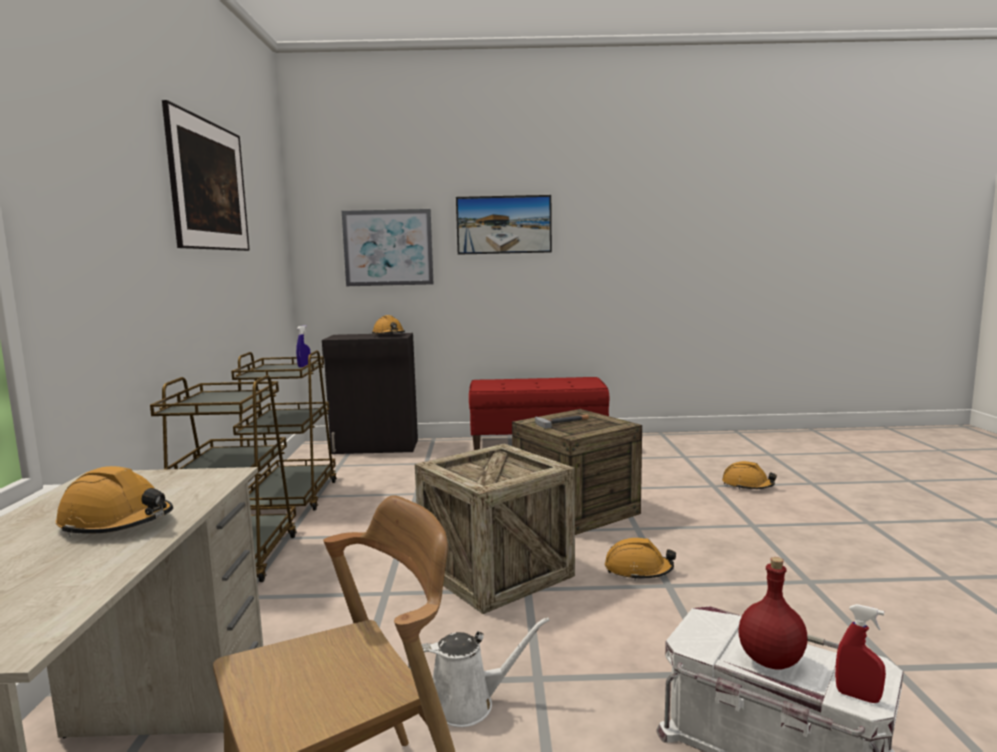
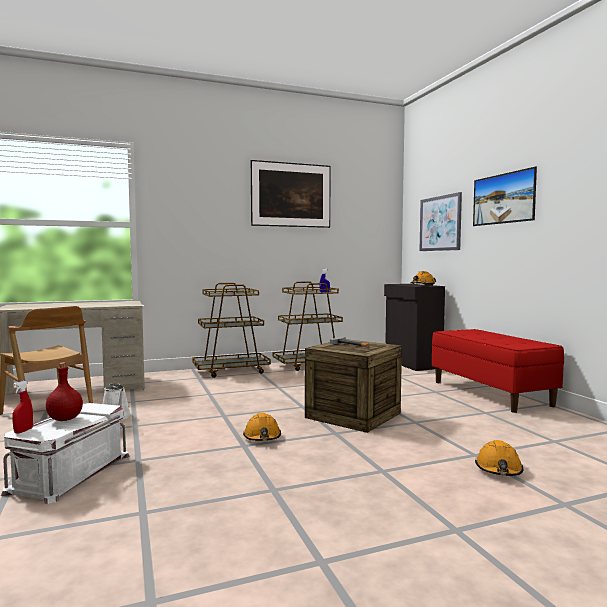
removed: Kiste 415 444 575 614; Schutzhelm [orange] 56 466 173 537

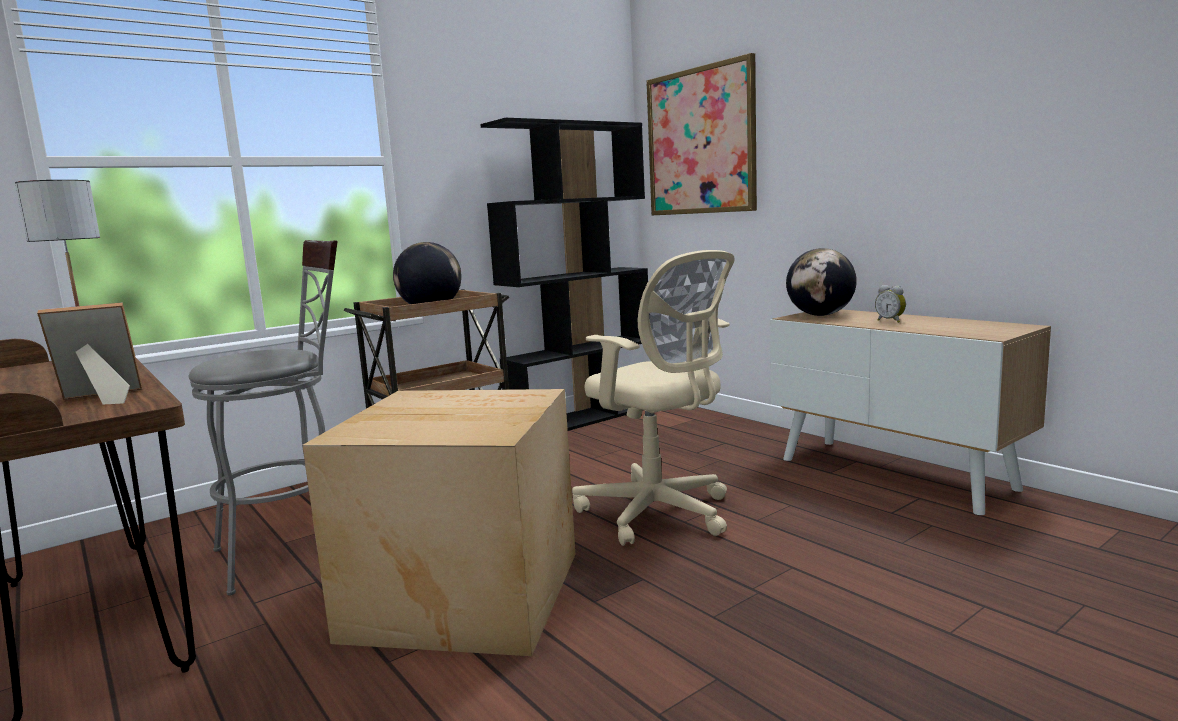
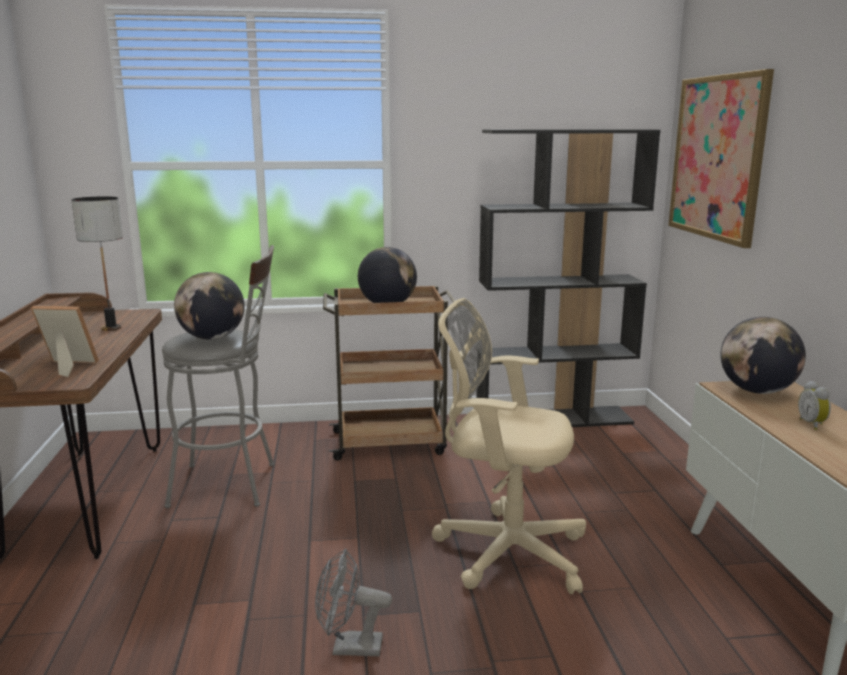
removed: Karton 302 389 575 656
added: Globus 174 272 245 340; Ventilator [grau] 315 548 392 656
turned: Bürostuhl [beige] 572 250 735 546 = 431 298 586 594 120 degrees clockwise

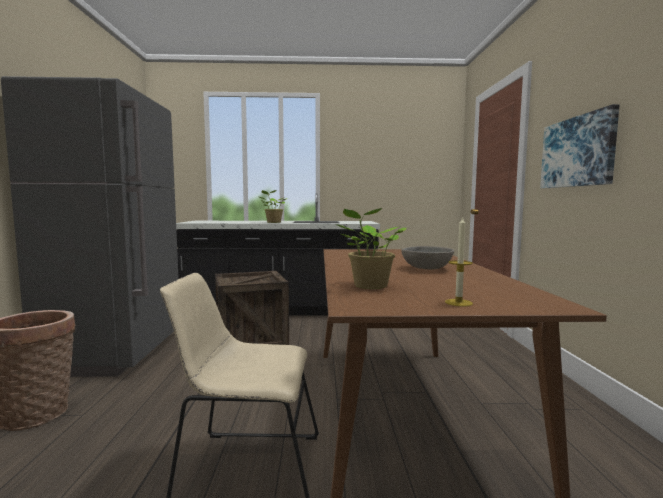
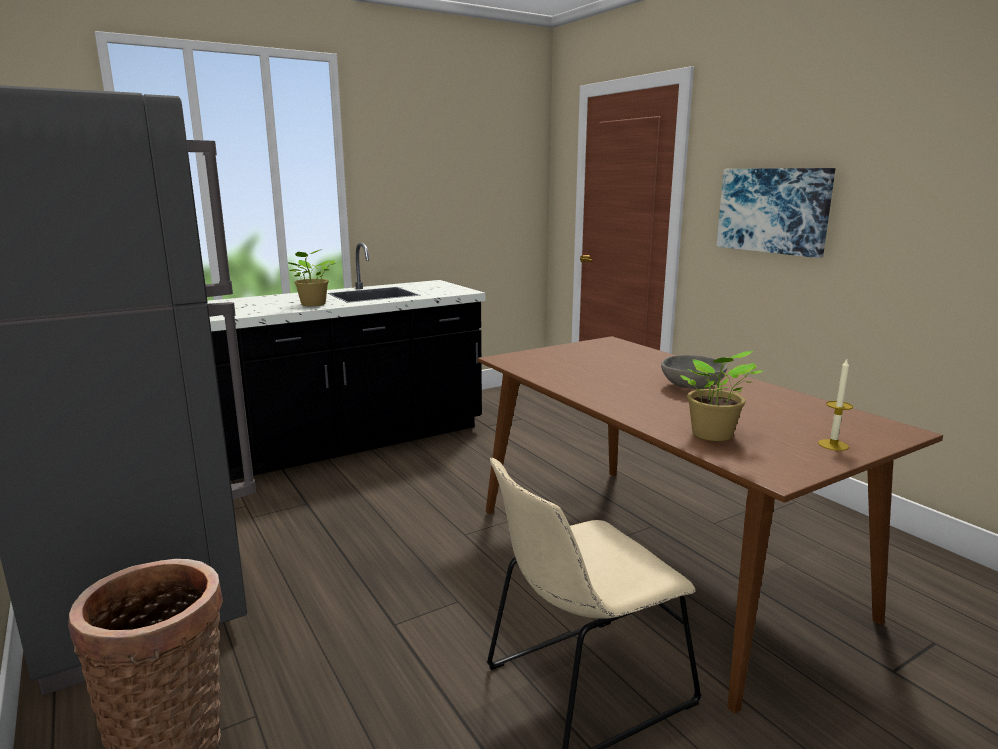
removed: Kiste 215 271 289 345

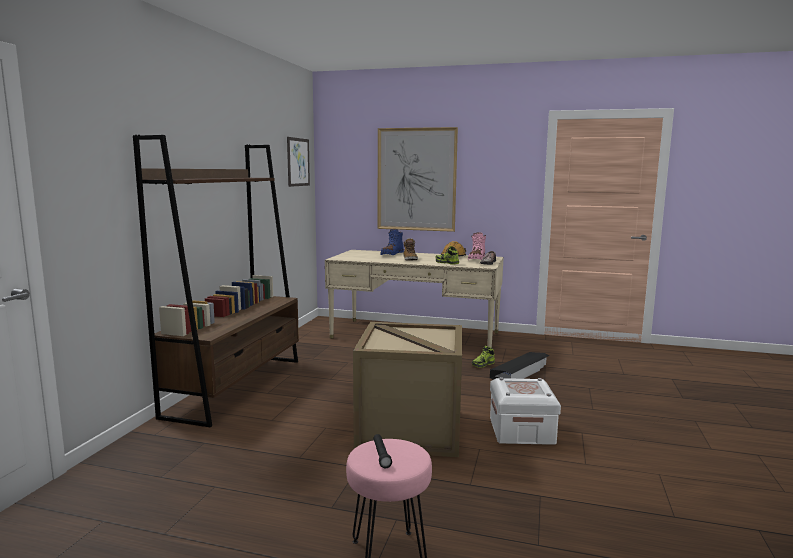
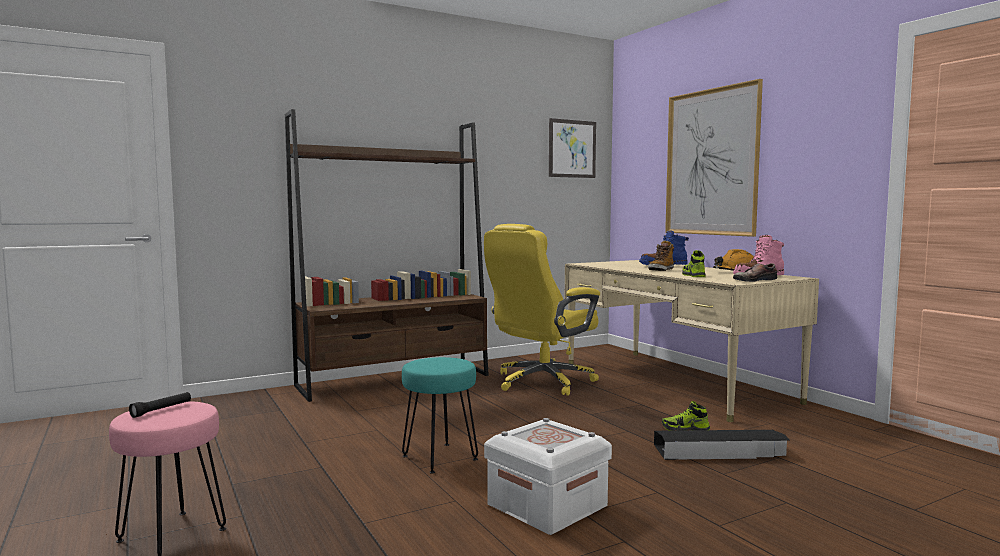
added: Bürostuhl [gelb] 484 224 600 396
replaced: Kiste 353 322 462 457 to Hocker [türkis] 402 357 478 474

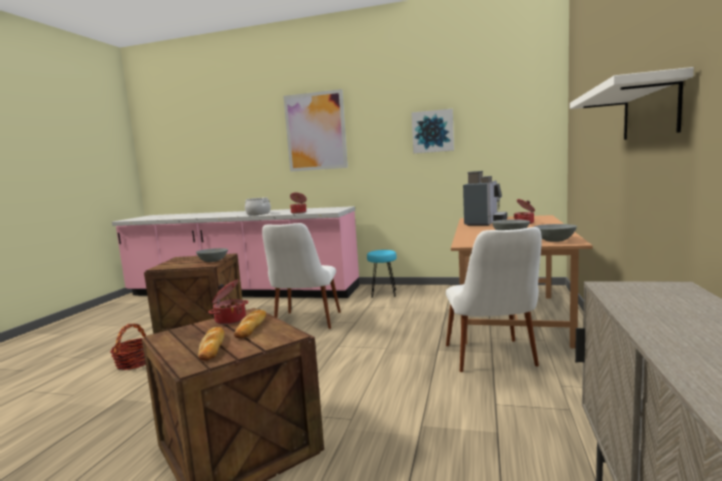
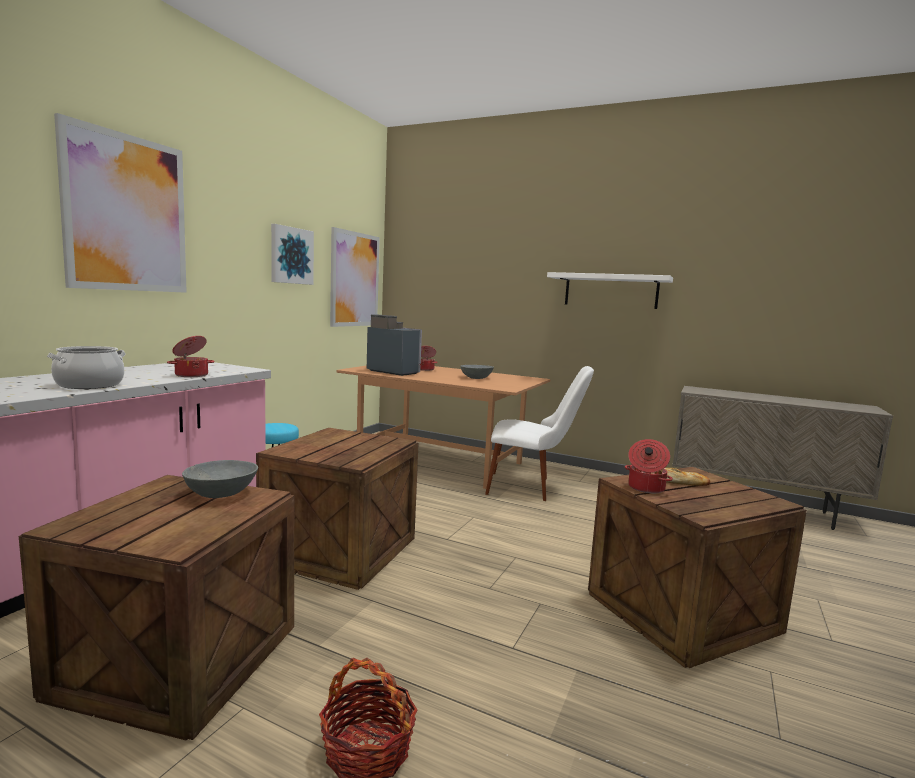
removed: Schüssel [grau] 534 224 577 242; Brot 198 327 224 361
added: Bild 330 227 380 327
replaced: Stuhl [weiß] 262 223 341 329 to Kiste 256 428 419 590

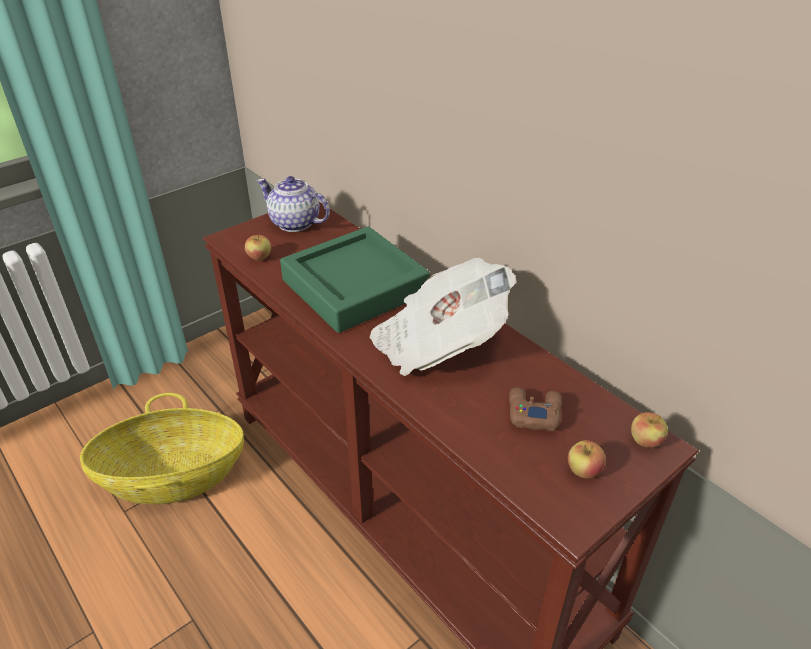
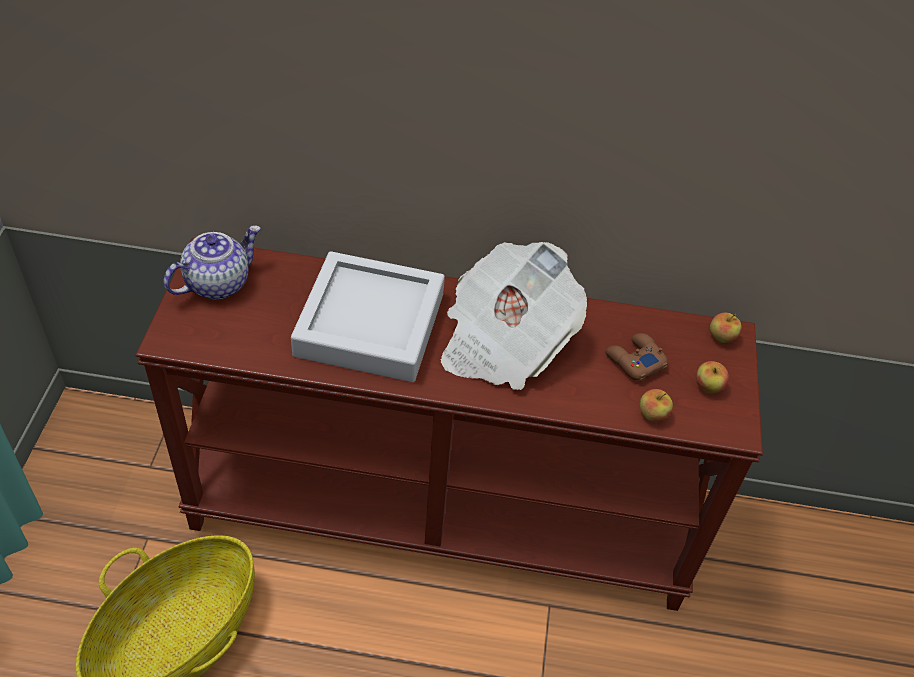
moved: Apfel 245 235 271 260 to 640 389 673 422
recoloured: Tablett [grün] 280 226 430 333 to Tablett [grau] 291 251 445 382
turned: Teekanne 256 176 330 232 = 164 225 261 299 150 degrees clockwise

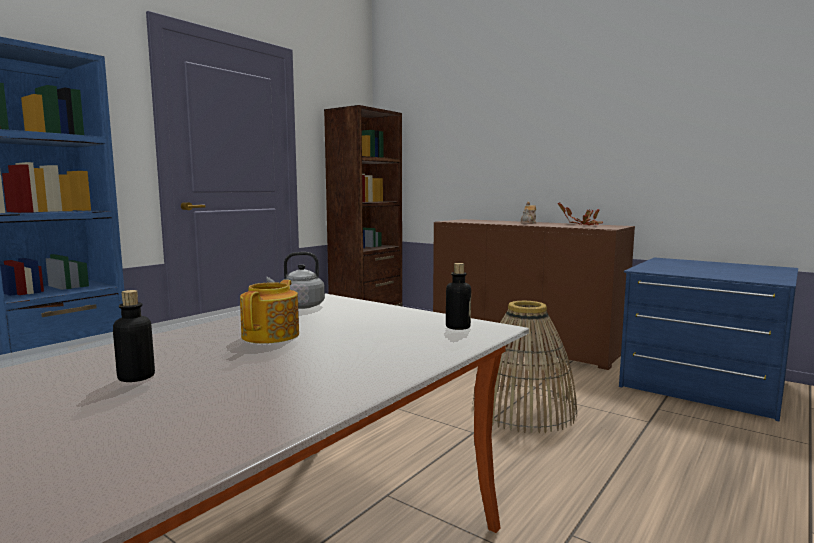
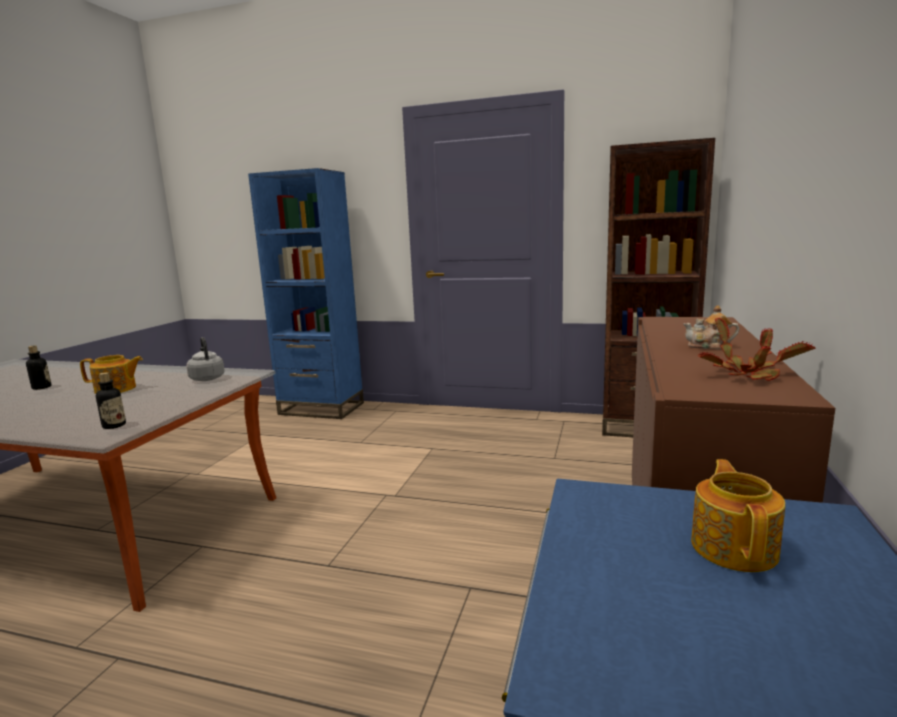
removed: Korb 472 301 577 433
added: Teekanne 691 459 785 572

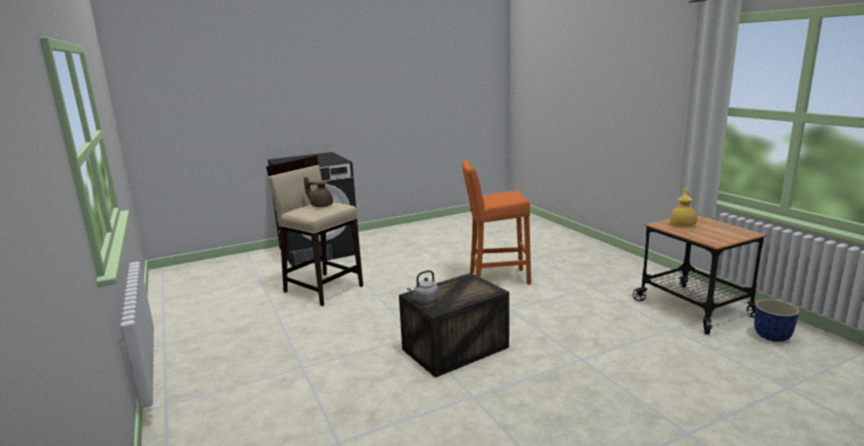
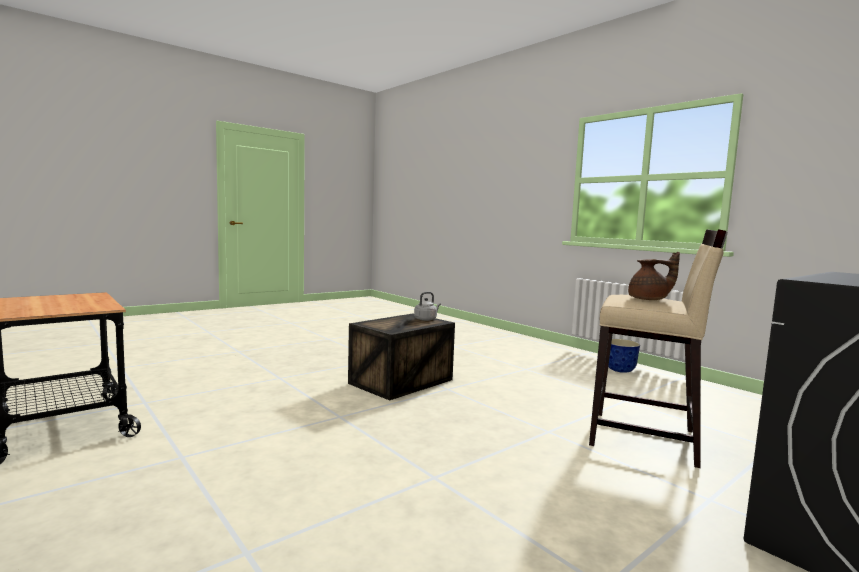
removed: Hocker [orange] 462 160 531 285; Teekanne [gelb] 670 188 697 226
moved: Pflanzkübel 754 299 799 342 to 608 339 640 373

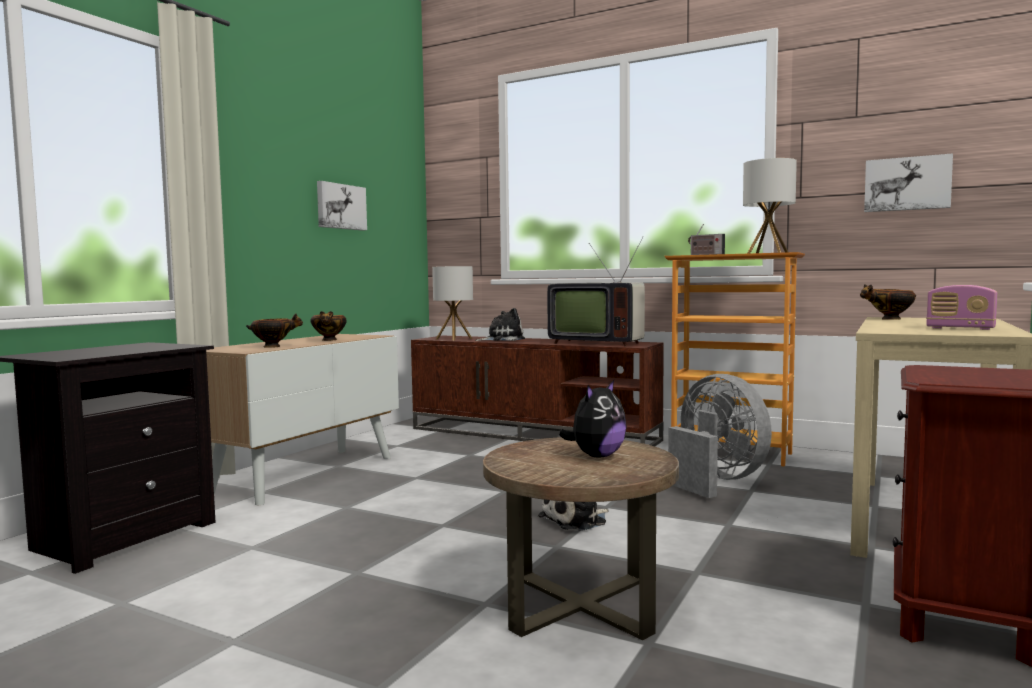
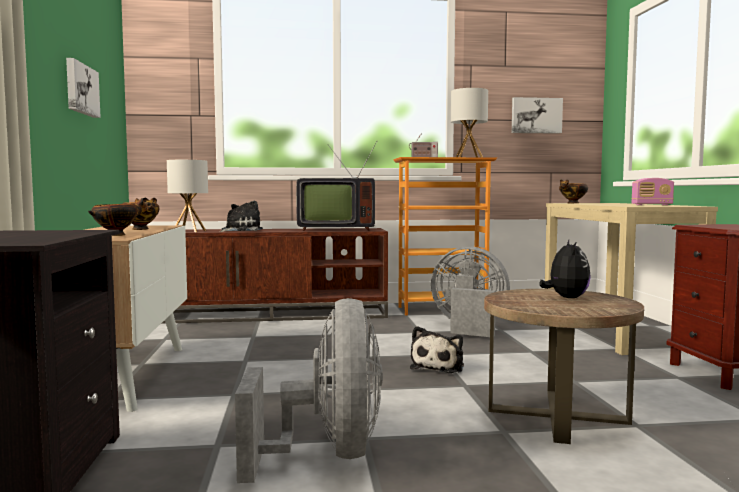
added: Ventilator [grau] 235 298 383 483

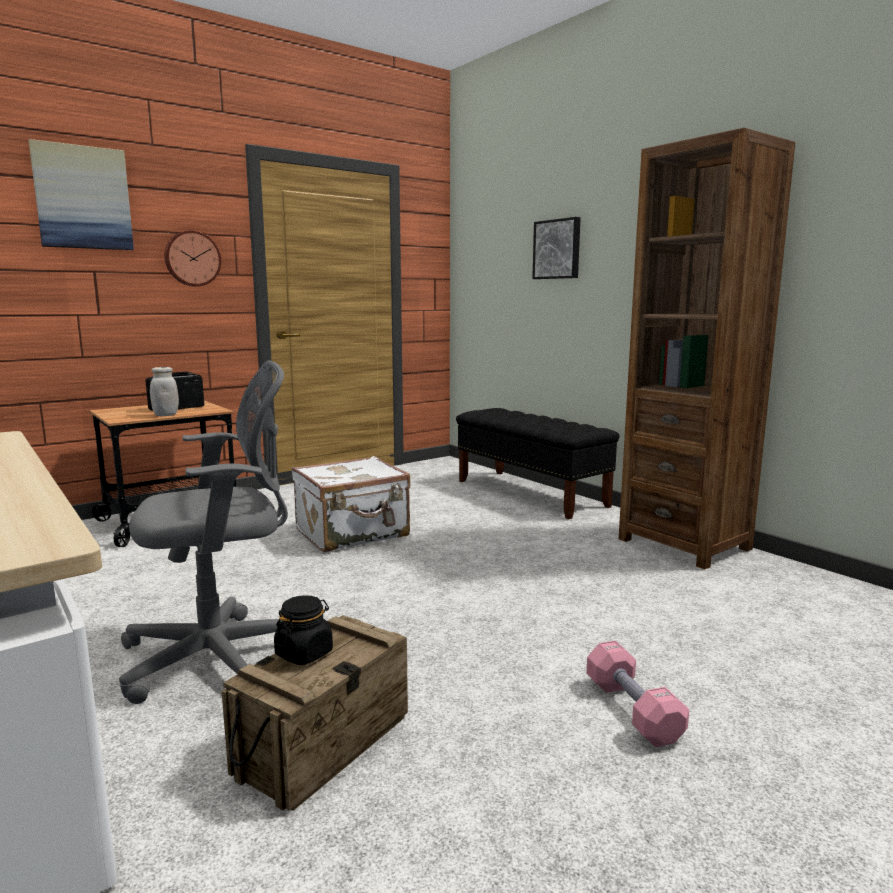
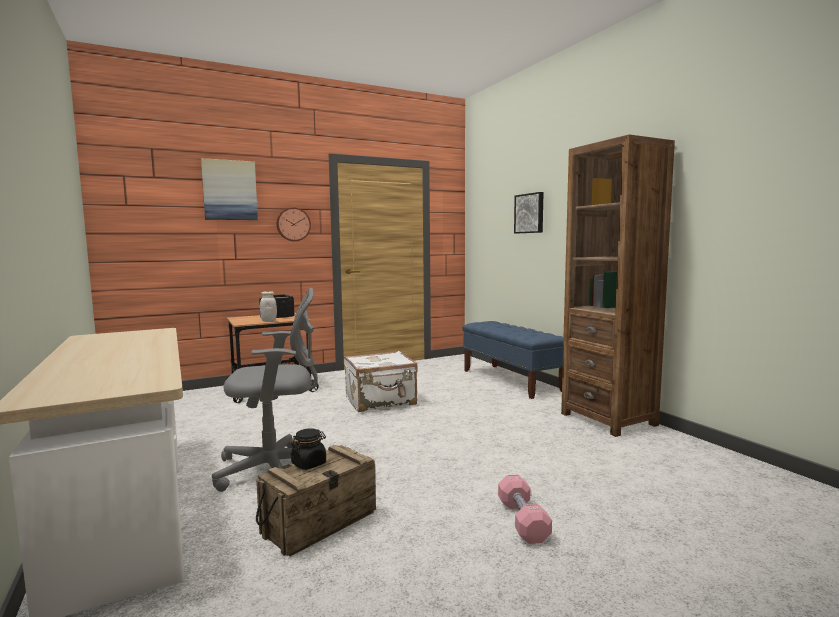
recoloured: Bank [schwarz] 456 408 619 519 to Bank [blau] 462 321 563 399

